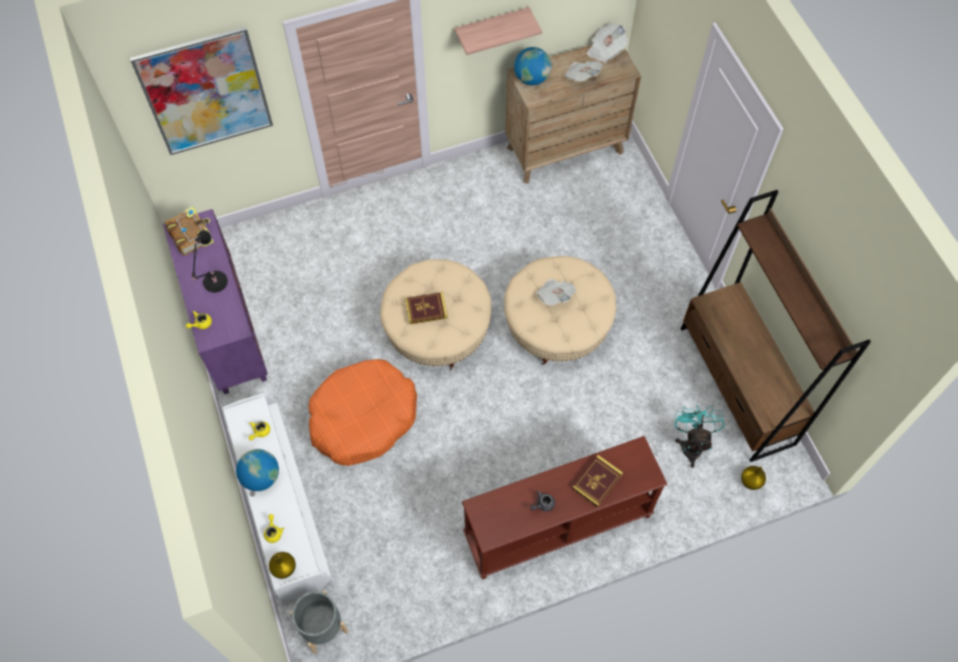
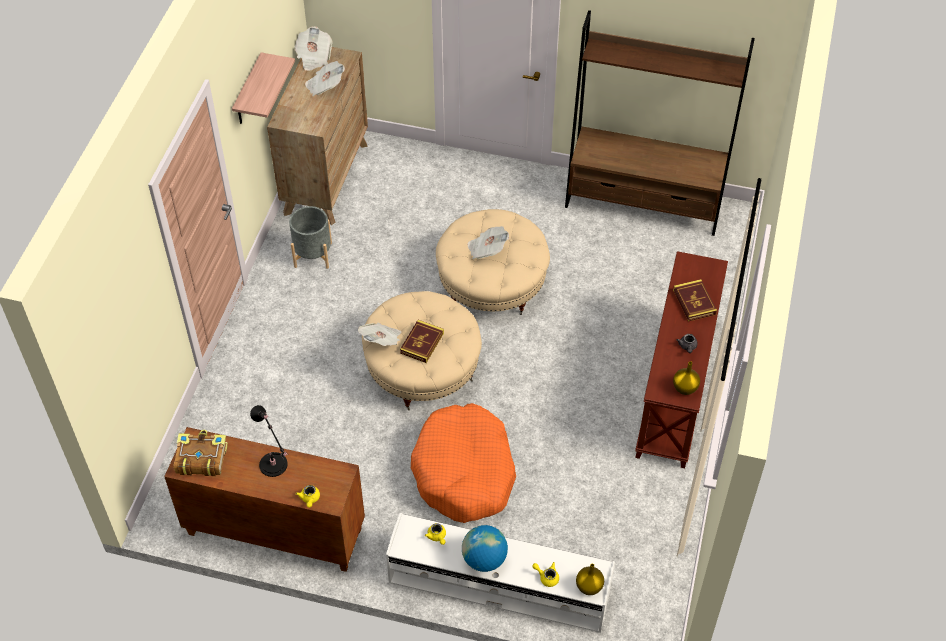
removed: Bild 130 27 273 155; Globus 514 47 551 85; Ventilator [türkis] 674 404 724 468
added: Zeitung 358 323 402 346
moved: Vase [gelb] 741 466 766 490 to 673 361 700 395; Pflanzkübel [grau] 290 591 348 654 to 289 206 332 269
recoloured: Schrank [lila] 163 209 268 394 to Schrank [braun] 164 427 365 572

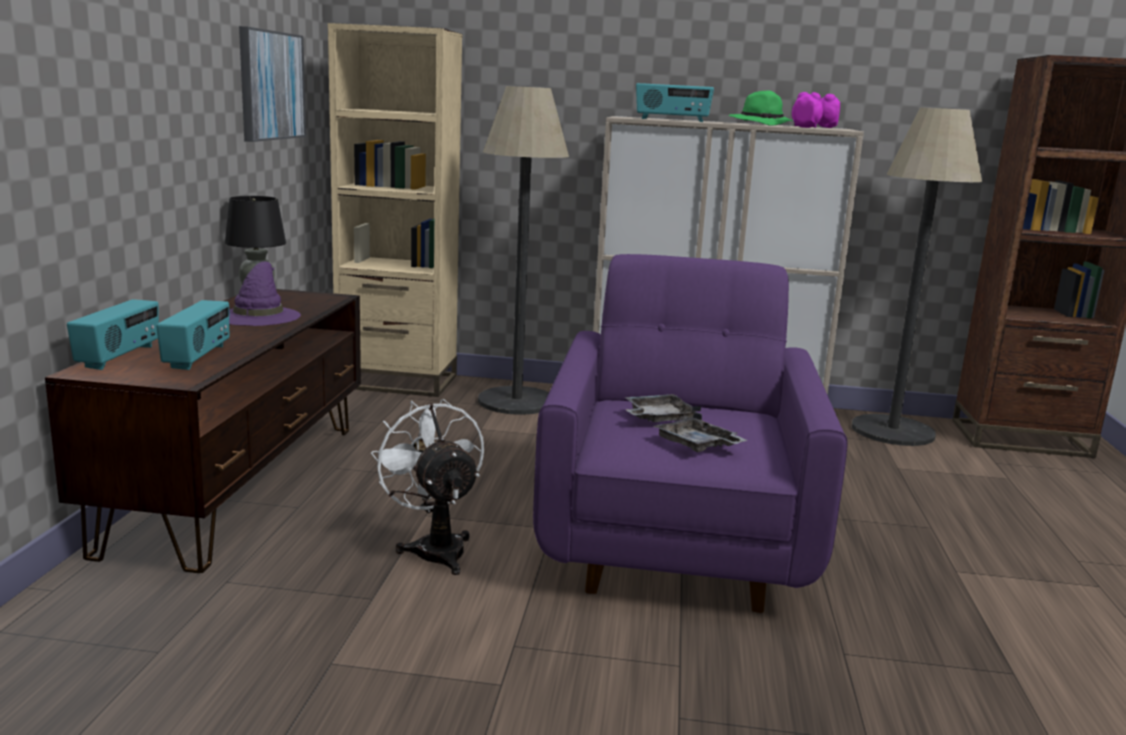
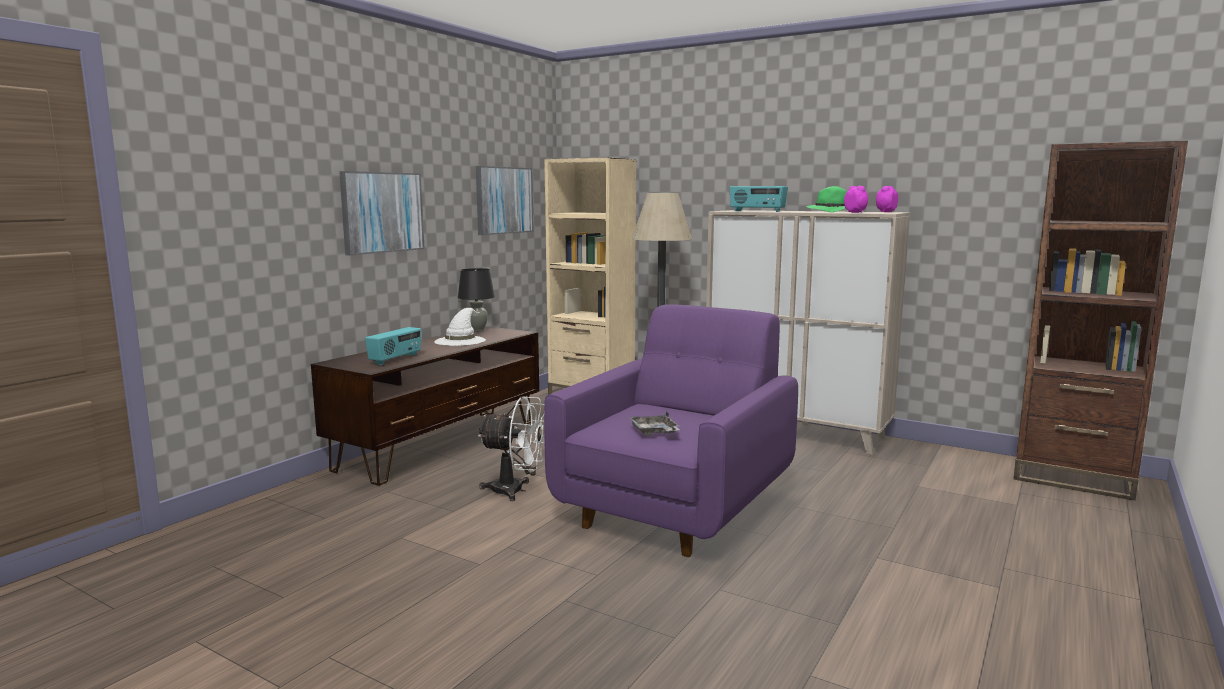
removed: Stehlampe 852 107 982 446; Radio 67 299 159 370; Tablett [grau] 625 394 701 422
added: Bild 339 171 425 255
recoloured: Hut [lila] 229 261 301 326 to Hut [weiß] 434 308 486 346
turned: Ventilator [weiß] 371 399 484 575 = 478 396 545 501 105 degrees clockwise

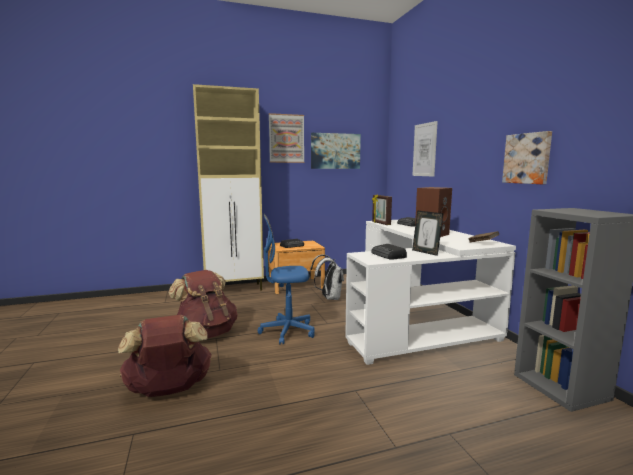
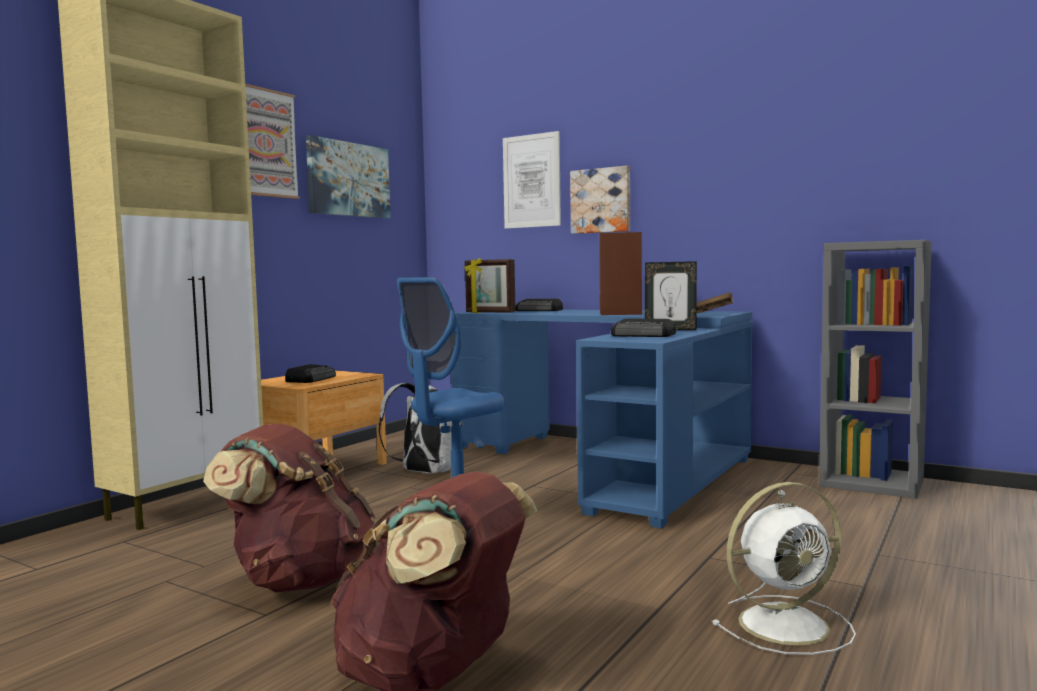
added: Ventilator [weiß] 712 482 856 655
moved: Bild 502 131 552 184 to 570 166 630 234
recoloured: Schreibtisch [weiß] 345 220 516 365 to Schreibtisch [blau] 451 309 752 528

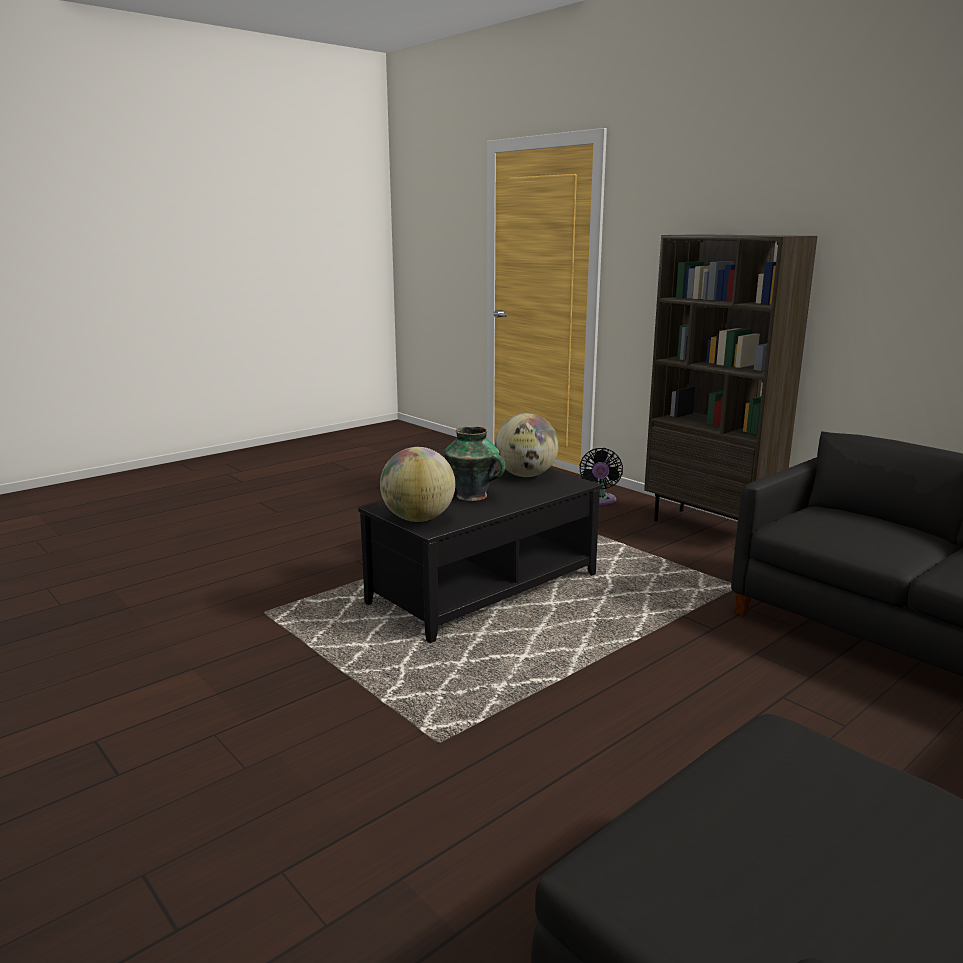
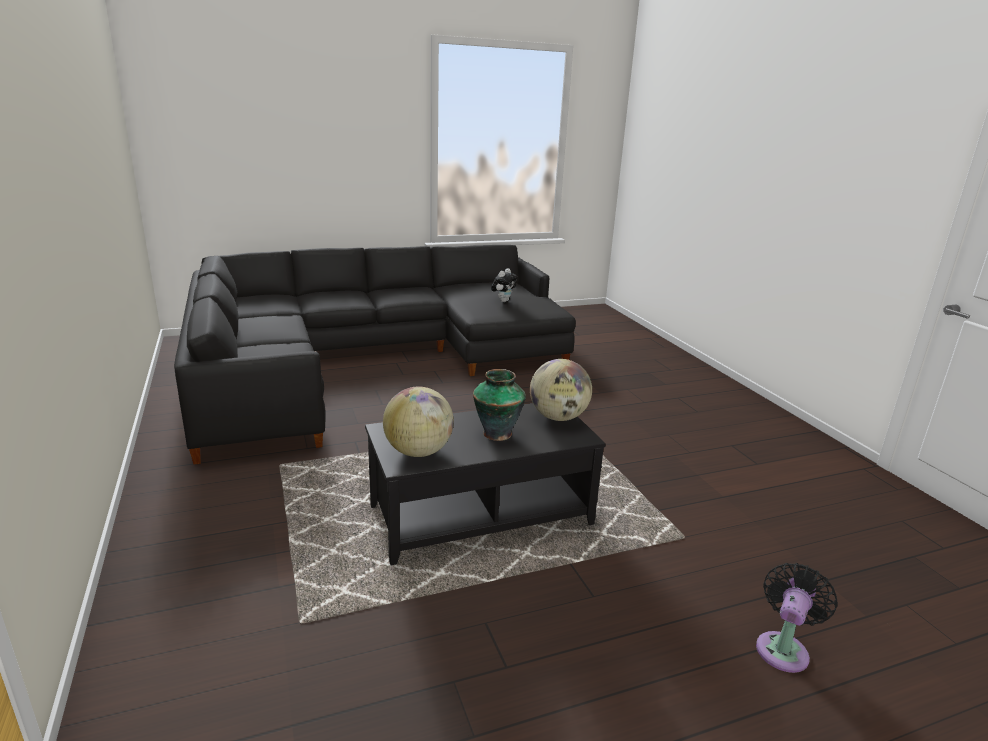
removed: Bücherregal [braun] 644 234 817 521
added: Plüschtier 491 268 518 302
moved: Ventilator [schwarz] 579 448 623 505 to 756 563 838 673

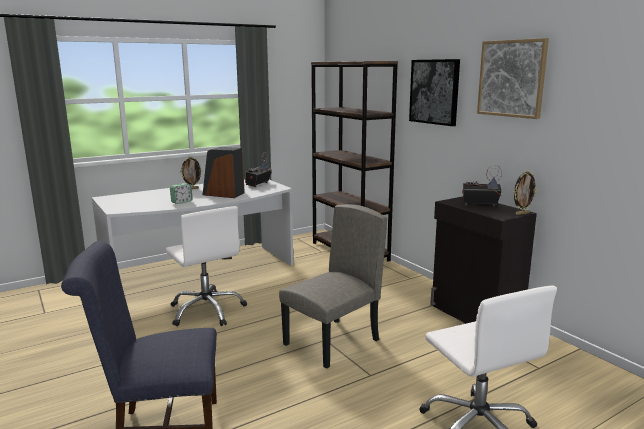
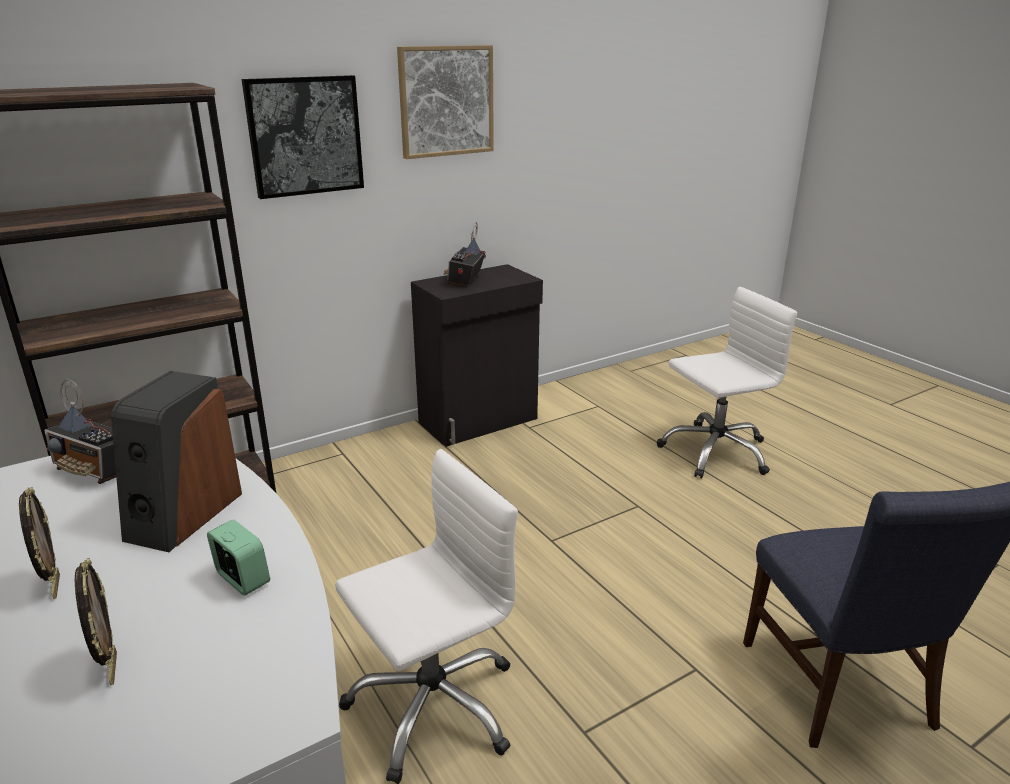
removed: Stuhl [beige] 279 204 387 369
moved: Bilderrahmen 514 171 537 215 to 75 558 117 685

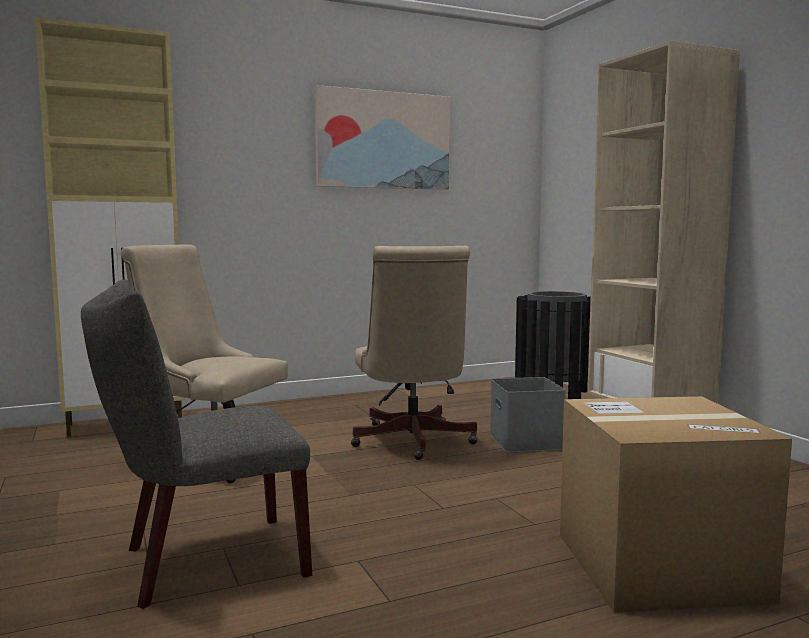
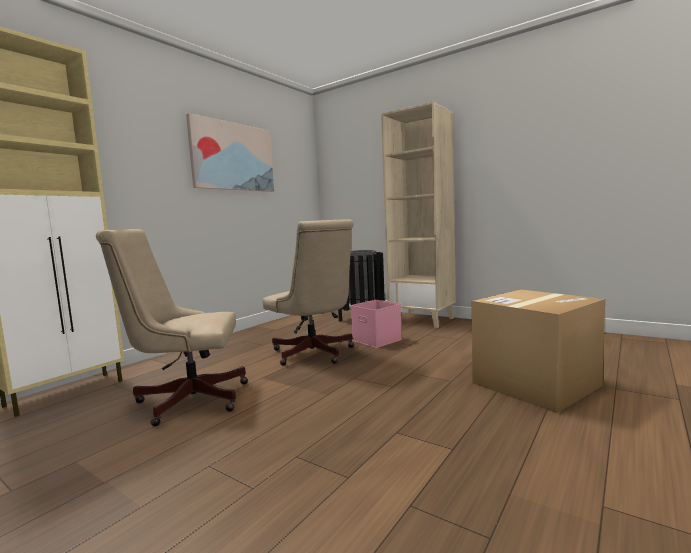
removed: Stuhl [grau] 81 279 312 609
recoloured: Aufbewahrungsbox [grau] 490 377 566 453 to Aufbewahrungsbox [rosa] 351 300 402 348

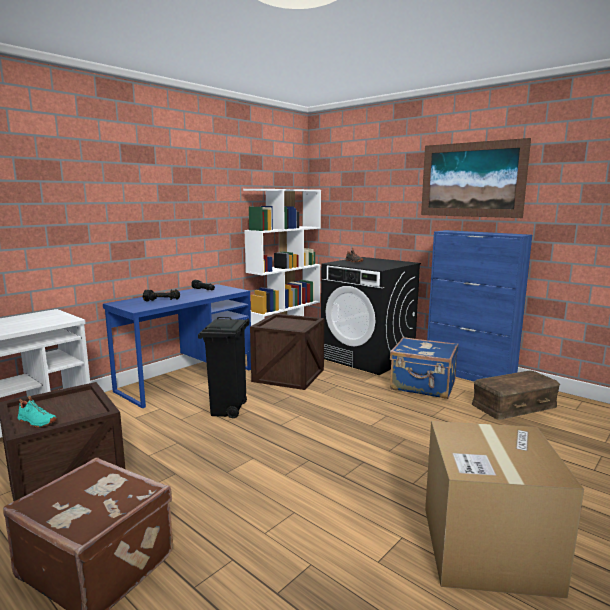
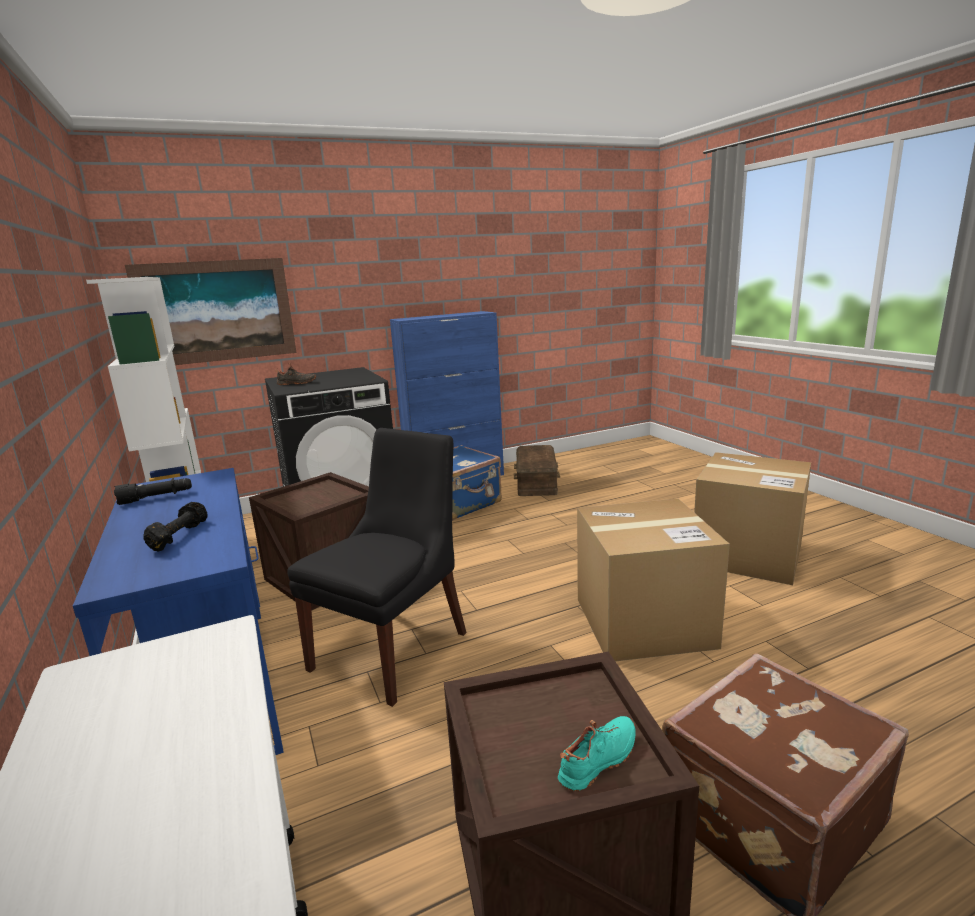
added: Karton 577 498 730 661
moved: Bild 421 138 531 218 to 125 258 297 365
replaced: Mülleimer [schwarz] 198 317 250 418 to Stuhl [schwarz] 287 428 467 707

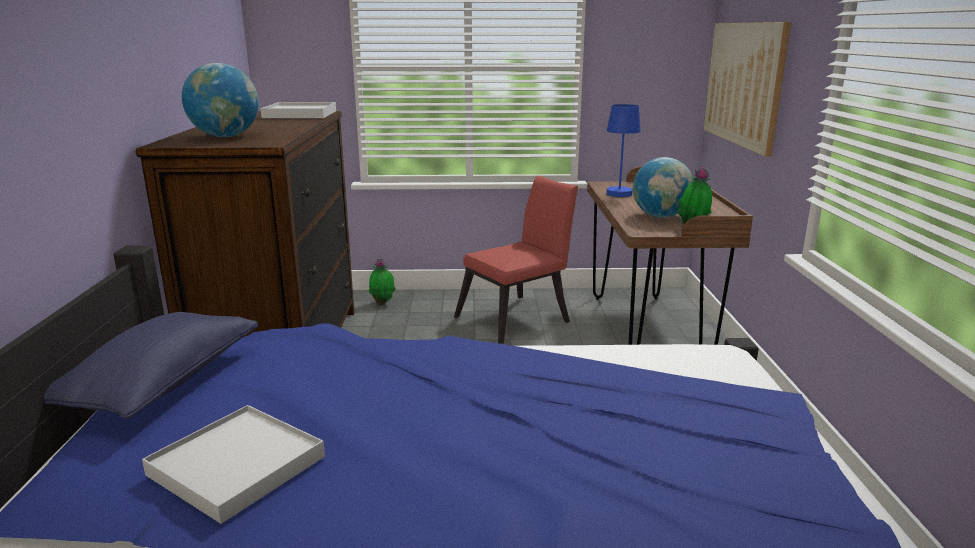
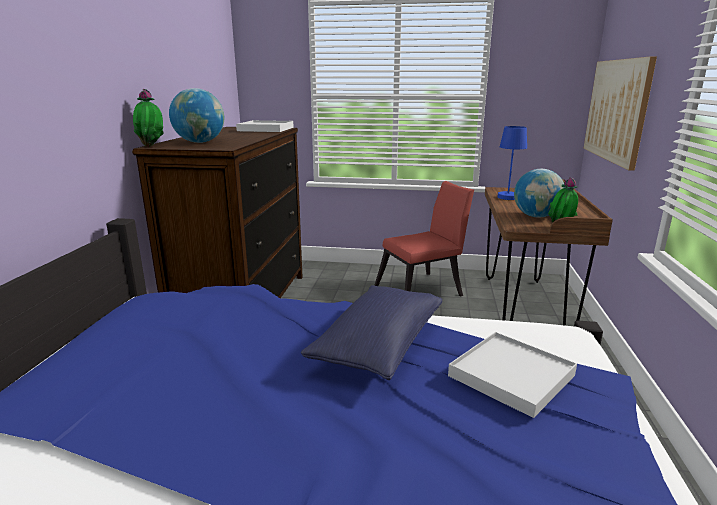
moved: Topfpflanze 369 259 396 305 to 133 89 164 147; Kissen [blau] 44 312 258 419 to 301 285 443 380; Tablett [weiß] 142 405 325 524 to 448 332 577 418

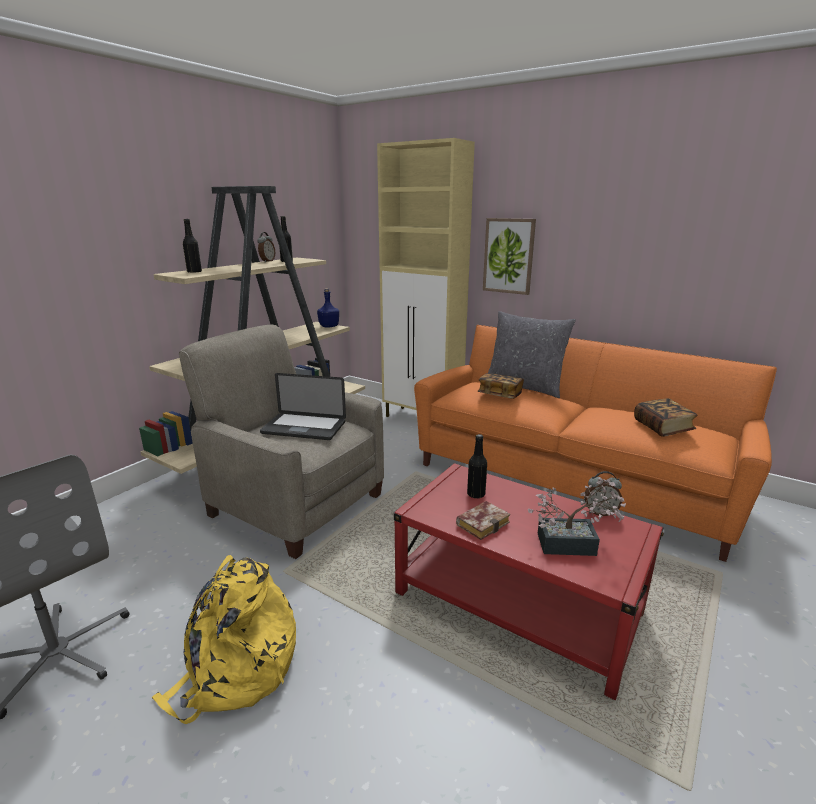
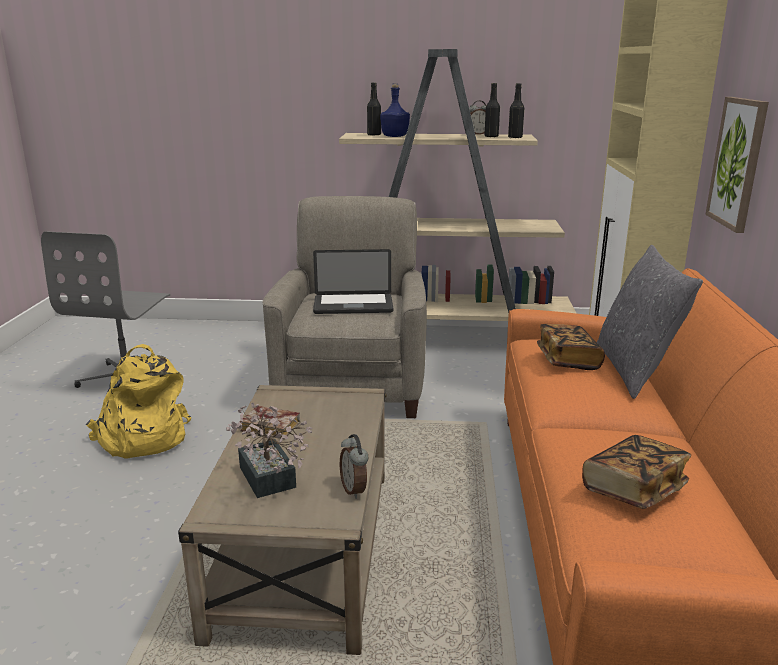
moved: Flasche [blau] 317 288 339 328 to 380 83 410 137; Flasche [schwarz] 467 434 487 499 to 508 83 524 138
recoloured: Couchtisch [rot] 394 463 664 700 to Couchtisch [beige] 178 385 387 655
turned: Laptop 260 373 346 440 = 313 249 393 314 75 degrees counterclockwise

